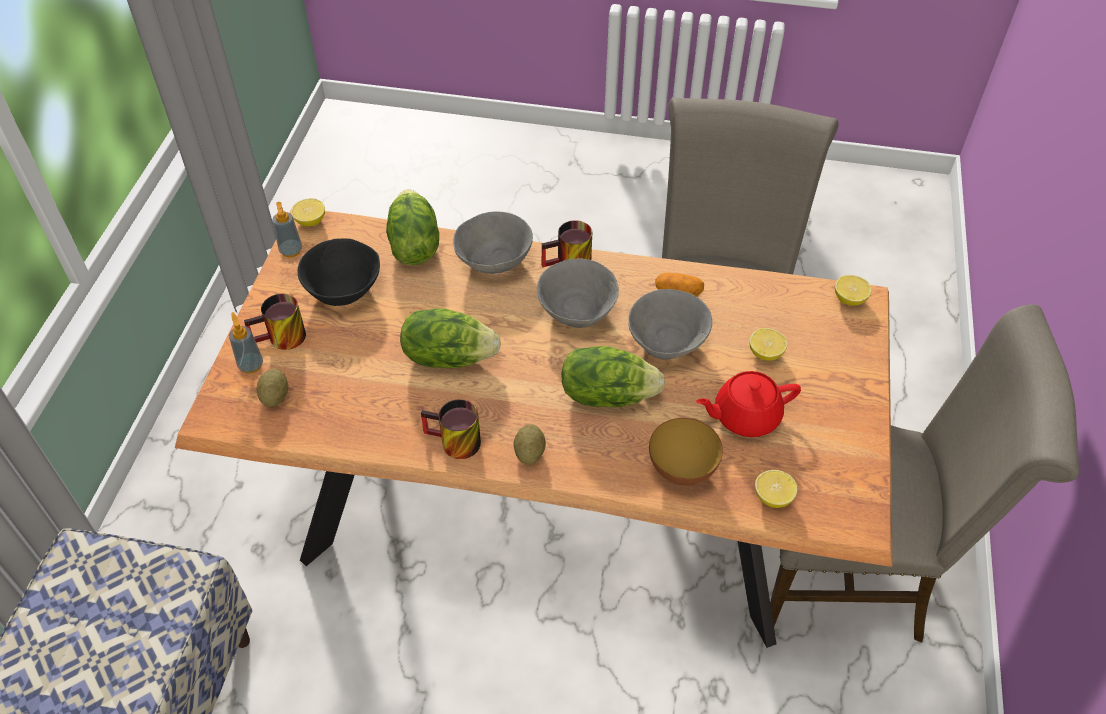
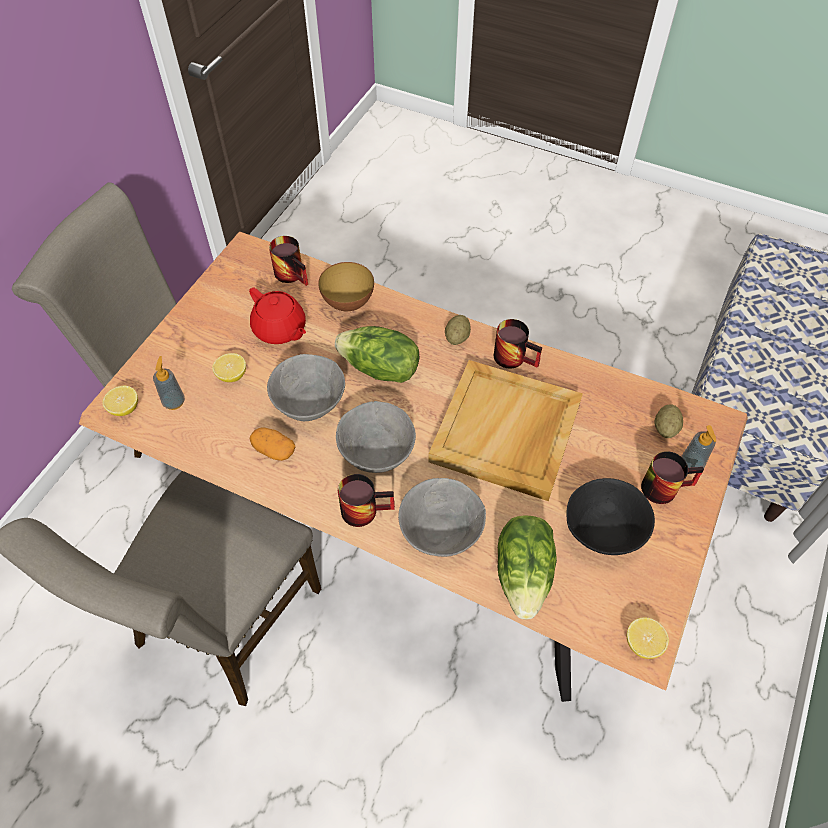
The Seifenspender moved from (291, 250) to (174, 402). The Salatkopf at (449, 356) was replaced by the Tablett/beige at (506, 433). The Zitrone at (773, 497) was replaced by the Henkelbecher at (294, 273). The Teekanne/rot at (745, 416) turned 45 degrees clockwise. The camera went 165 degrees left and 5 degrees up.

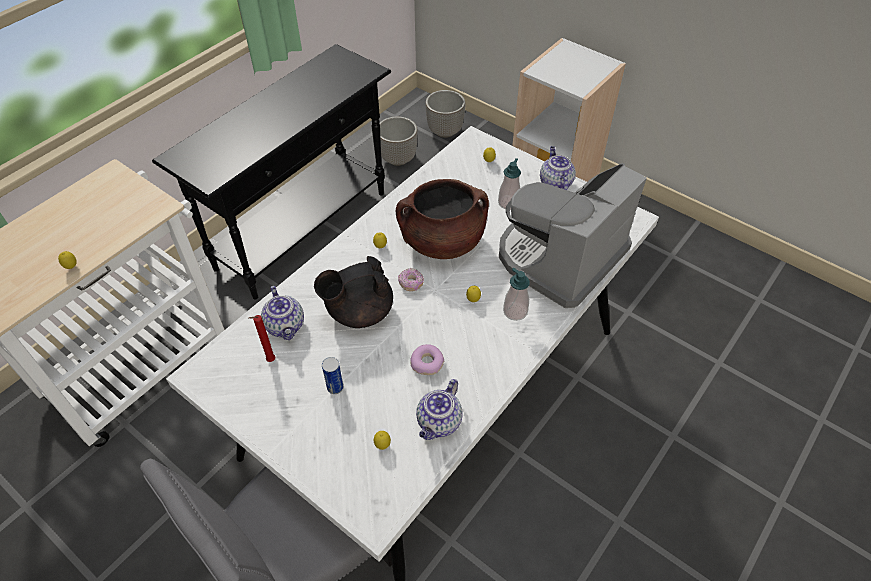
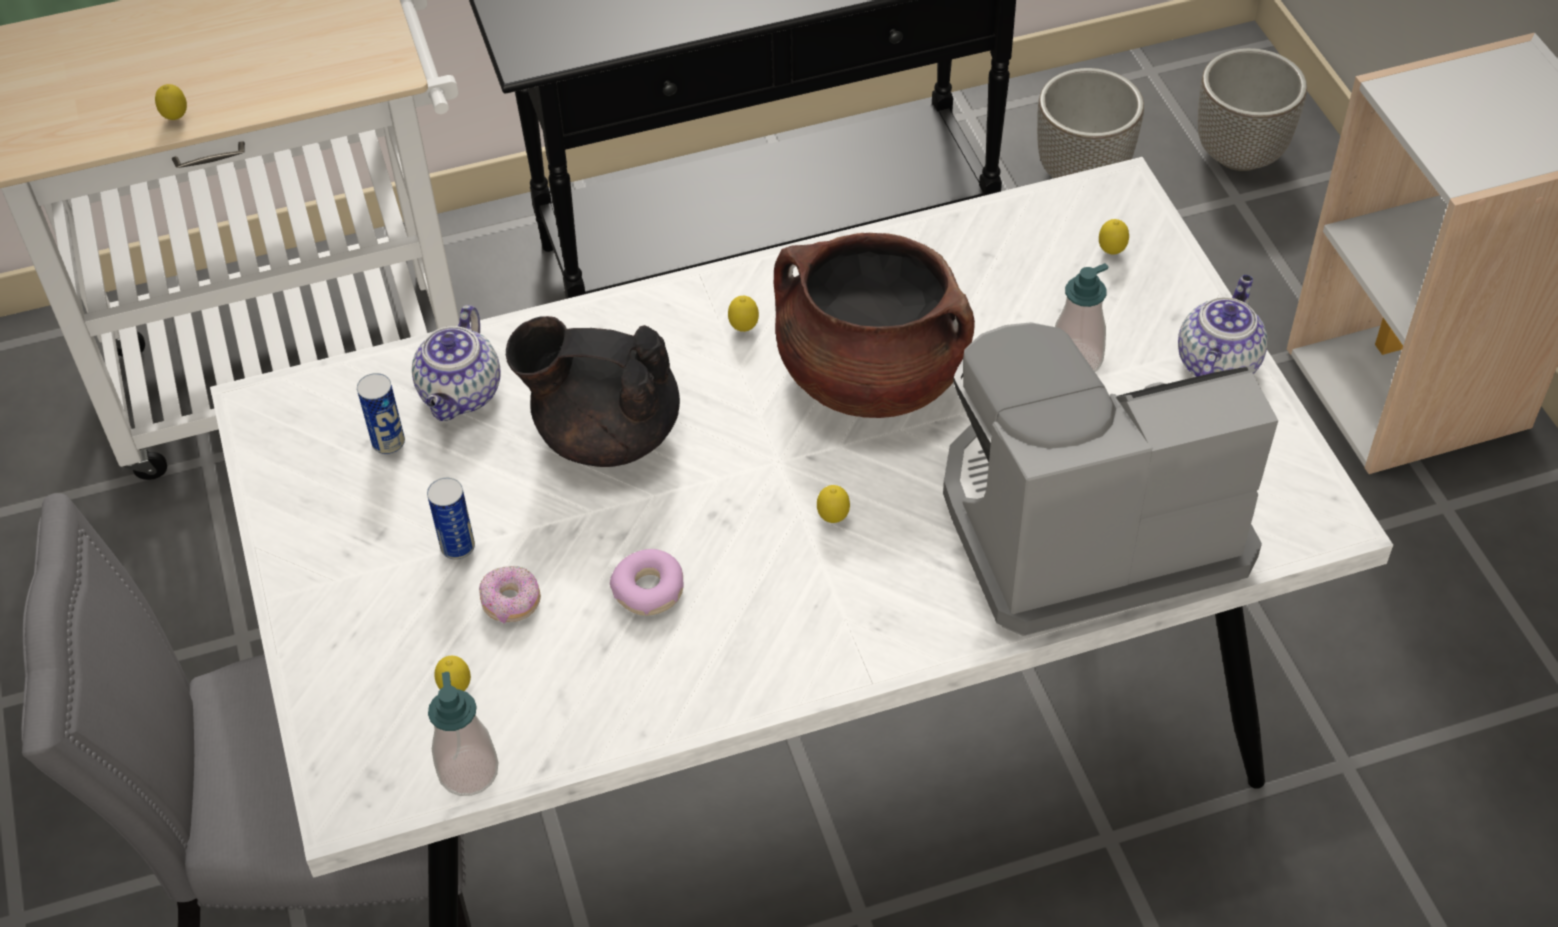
The Teekanne at (439, 423) disappeared. The Donut moved from (411, 283) to (511, 602). The Seifenspender moved from (515, 311) to (468, 771). The Kerze/rot at (269, 361) was replaced by the Dose at (388, 442). The camera went 35 degrees right and 0 degrees up.

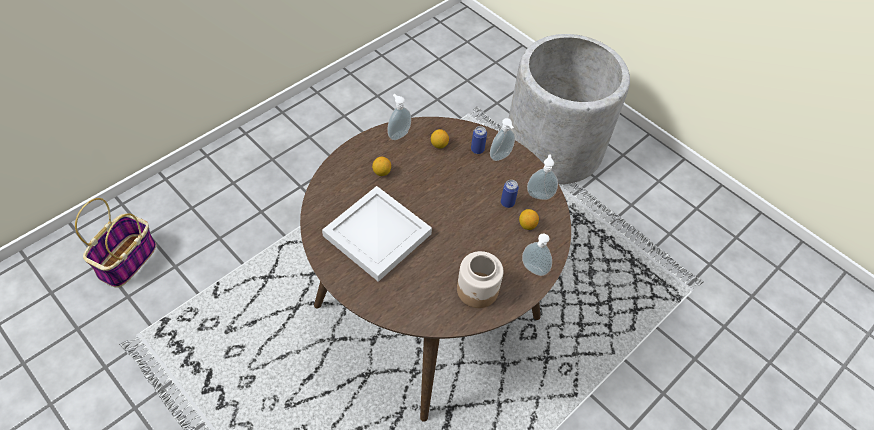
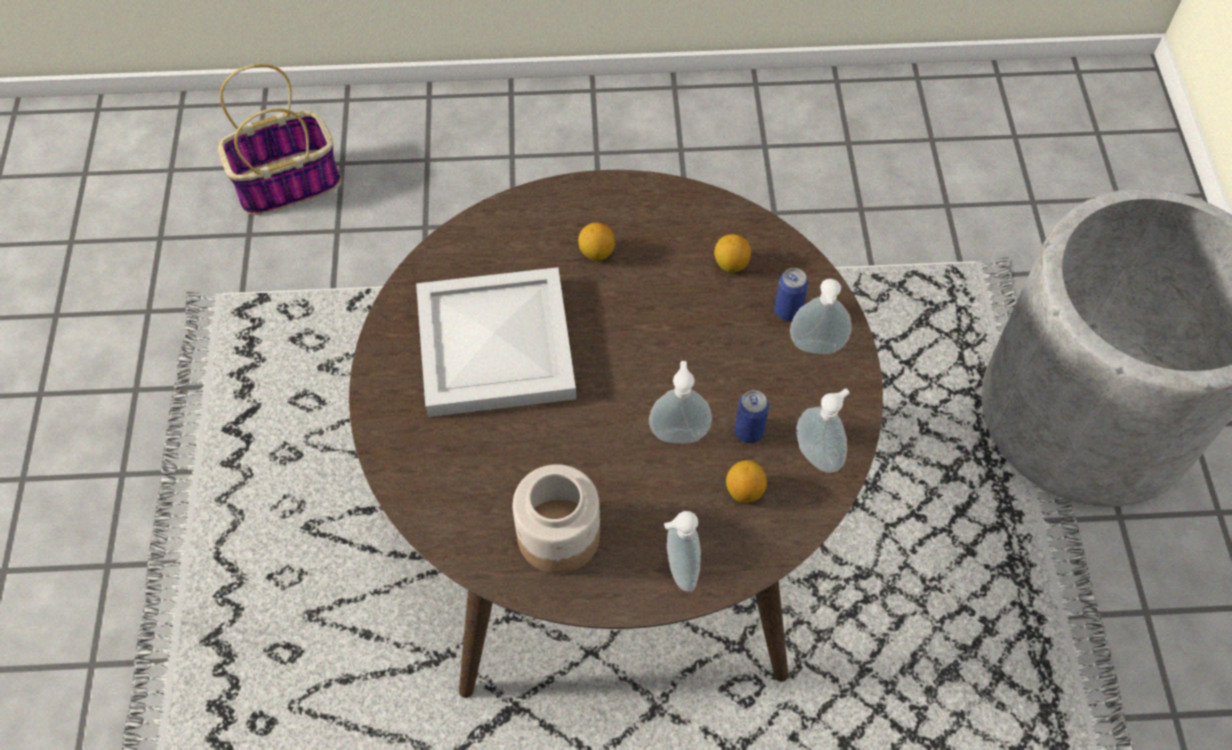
The Seifenspender moved from (398, 134) to (679, 433). The camera went 45 degrees right and 5 degrees up.

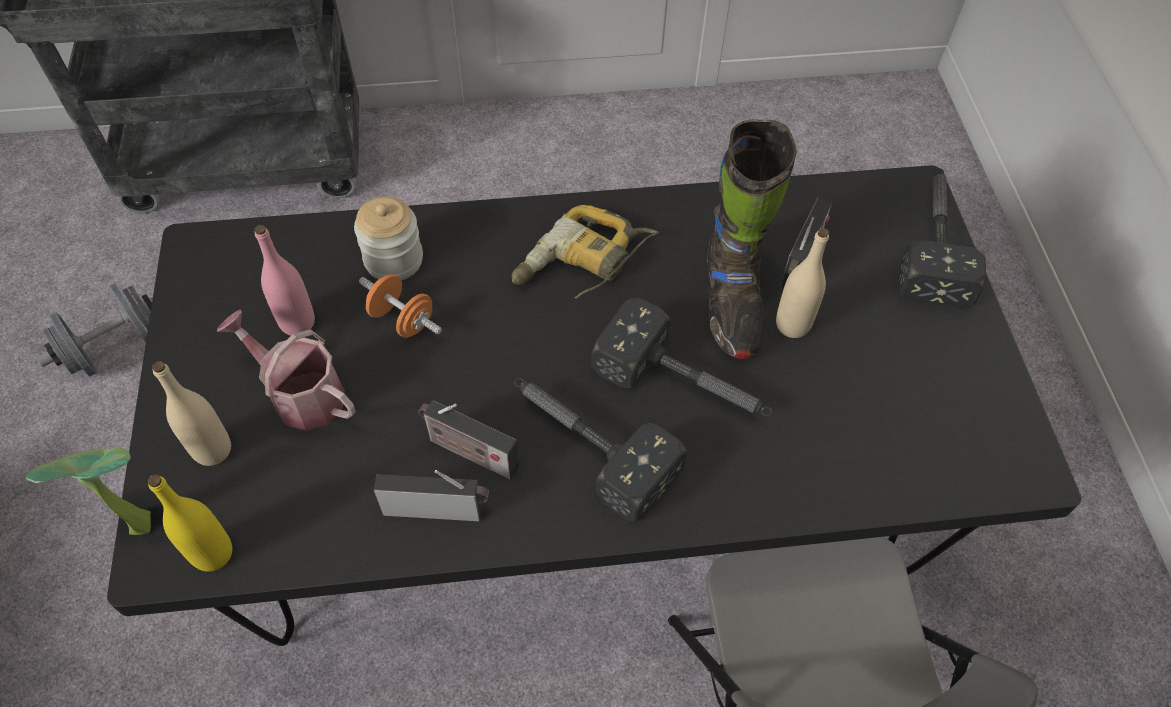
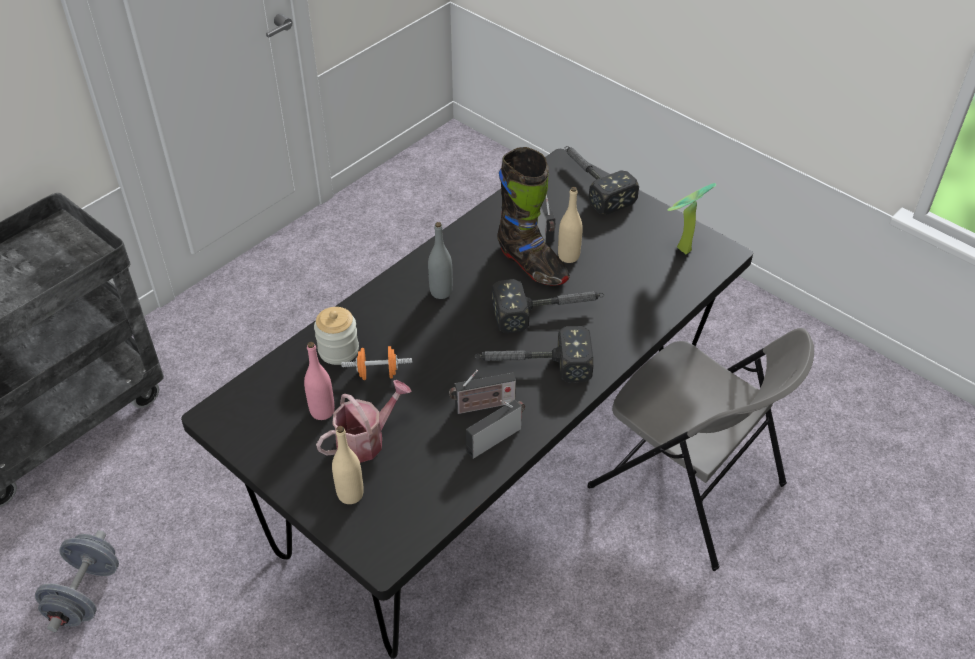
The Flasche/gelb at (212, 553) disappeared. The Topfpflanze moved from (137, 521) to (680, 250). The Bohrmaschine at (582, 265) was replaced by the Flasche/grau at (441, 292). The Gießkanne at (301, 394) turned 150 degrees clockwise. The camera went 40 degrees left and 10 degrees down.

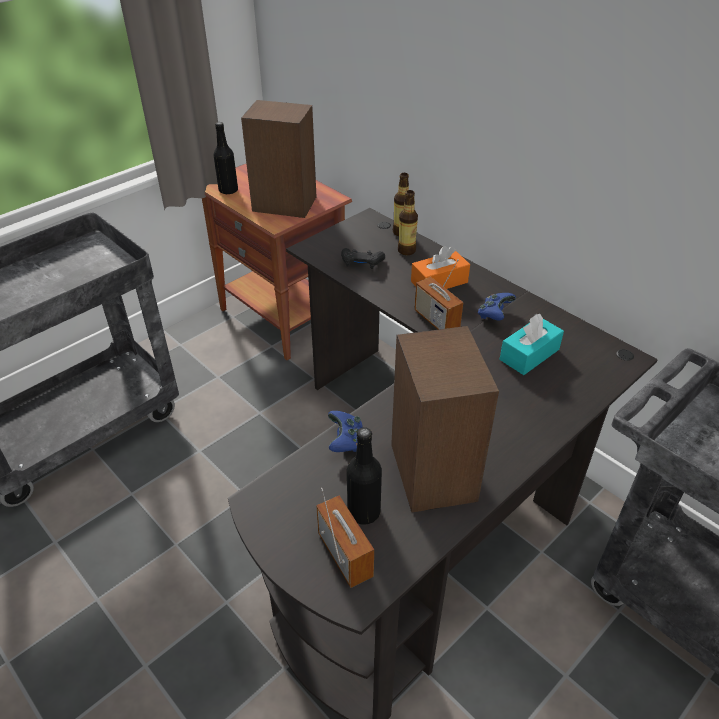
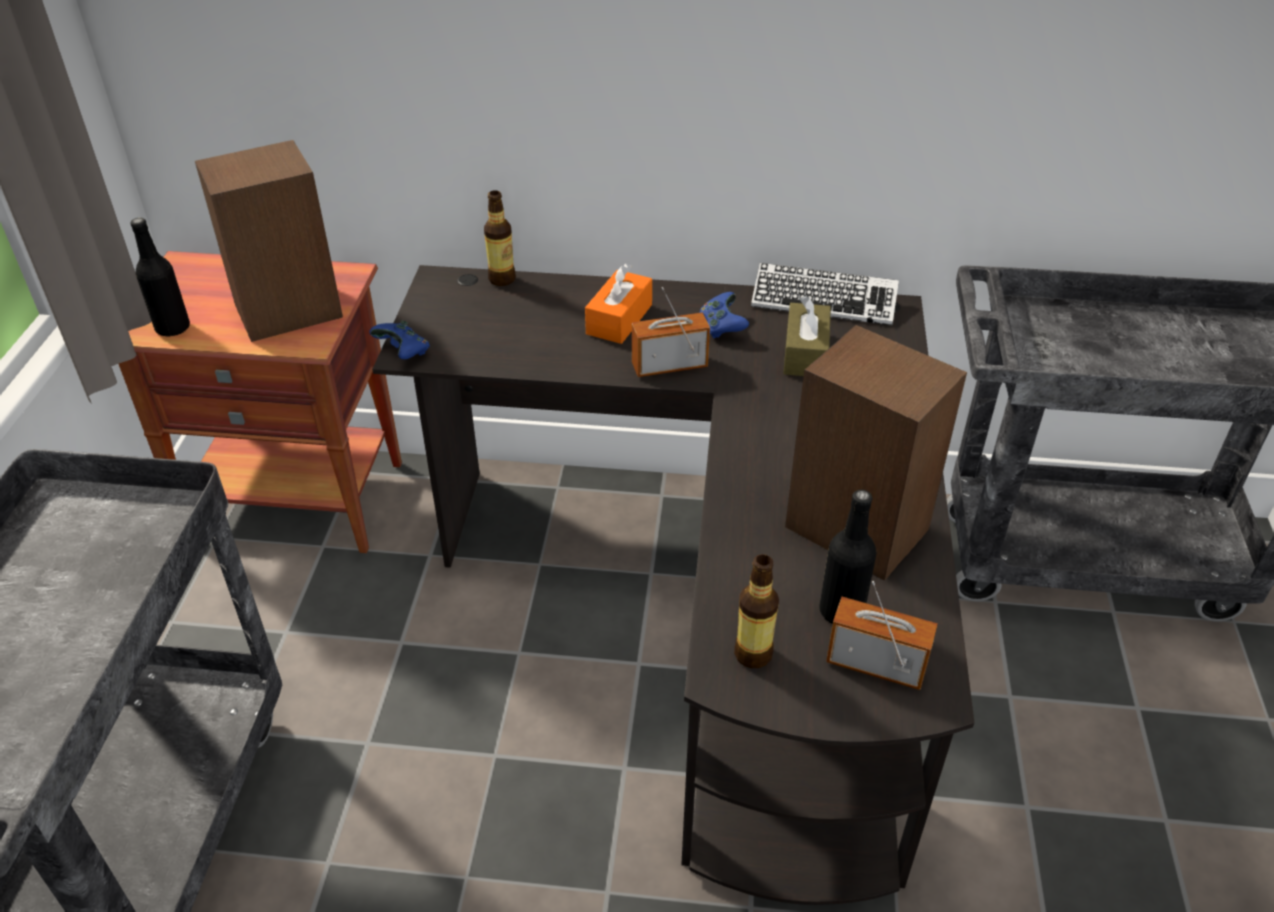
The Gamepad/schwarz at (361, 263) disappeared. The Tastatur at (823, 302) appeared. The Gamepad/blau moved from (346, 441) to (404, 352). The Flasche moved from (406, 250) to (753, 654). The Taschentuchbox/türkis at (529, 354) became the Taschentuchbox/braun at (805, 353). The Radio at (436, 320) turned 150 degrees clockwise. The camera went 40 degrees left and 0 degrees up.

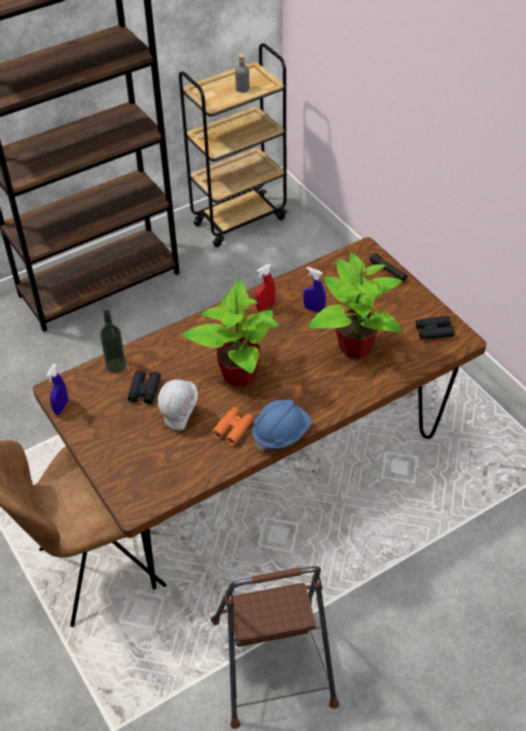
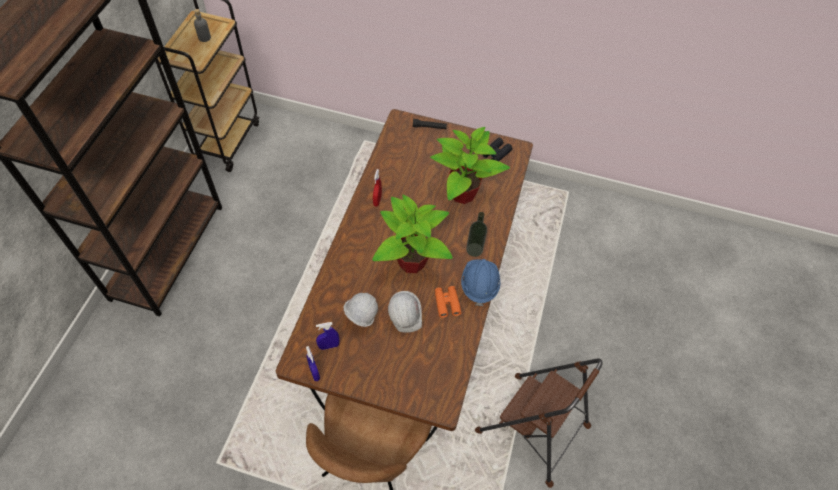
The Flasche moved from (116, 365) to (474, 249). The Sprühflasche/blau moved from (314, 309) to (329, 346). The Fernglas/schwarz at (144, 391) was replaced by the Schutzhelm/weiß at (360, 318). The camera went 45 degrees left and 10 degrees up.

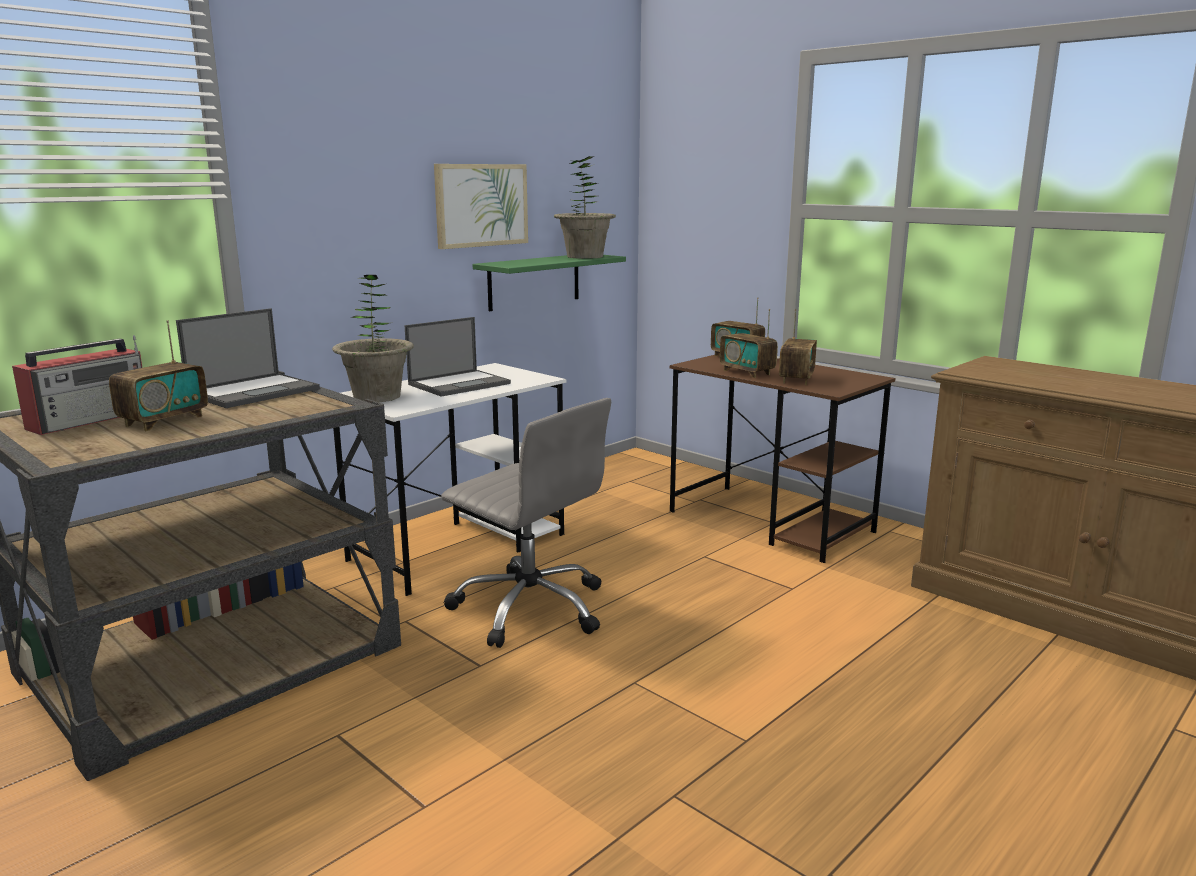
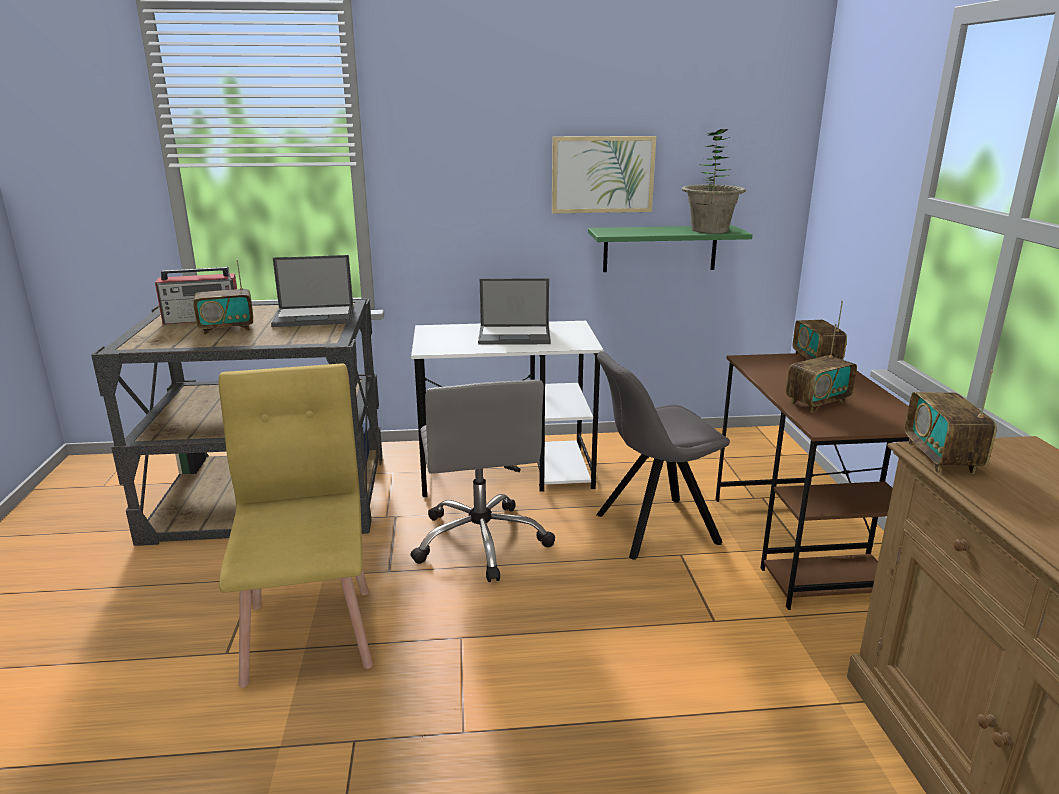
The Topfpflanze at (377, 397) disappeared. The Stuhl/gelb at (310, 633) appeared. The Stuhl/grau at (655, 528) appeared. The Radio moved from (747, 372) to (941, 458). The camera went 40 degrees right and 5 degrees up.

